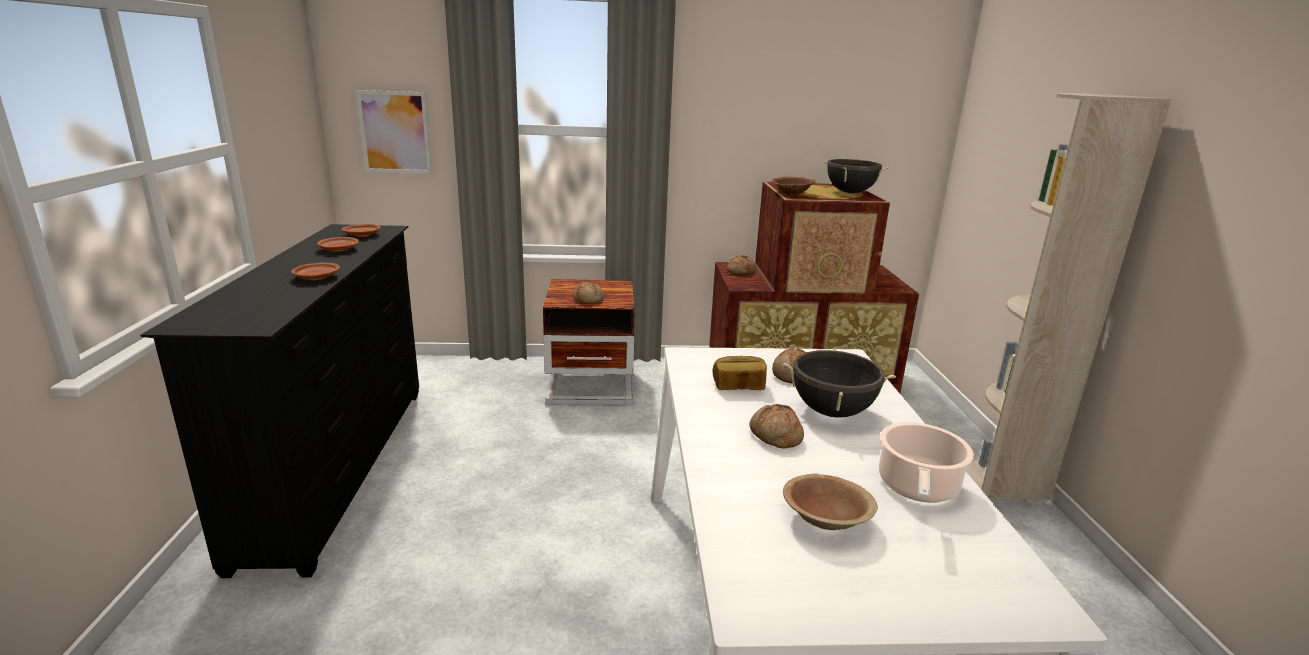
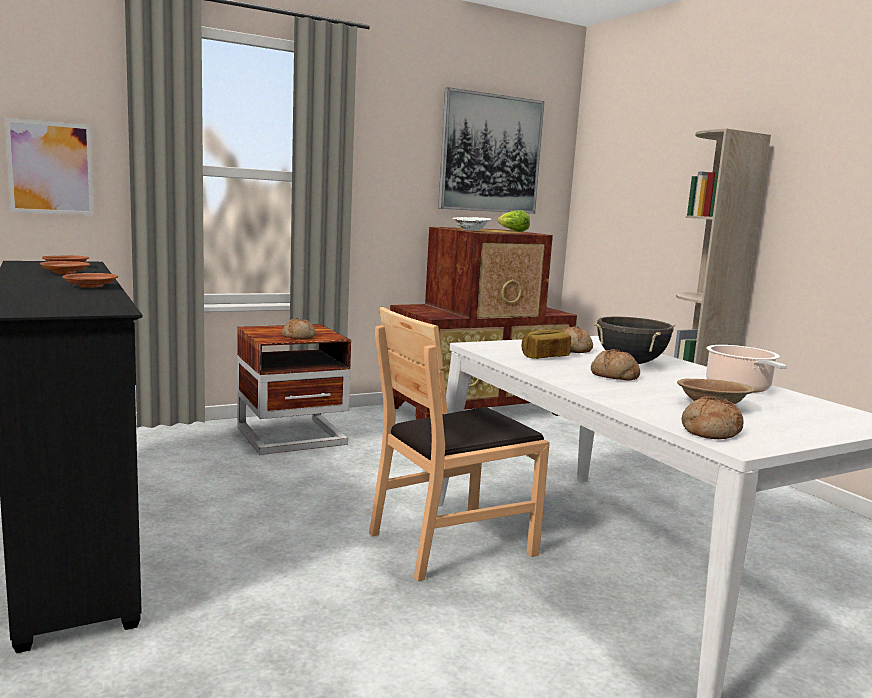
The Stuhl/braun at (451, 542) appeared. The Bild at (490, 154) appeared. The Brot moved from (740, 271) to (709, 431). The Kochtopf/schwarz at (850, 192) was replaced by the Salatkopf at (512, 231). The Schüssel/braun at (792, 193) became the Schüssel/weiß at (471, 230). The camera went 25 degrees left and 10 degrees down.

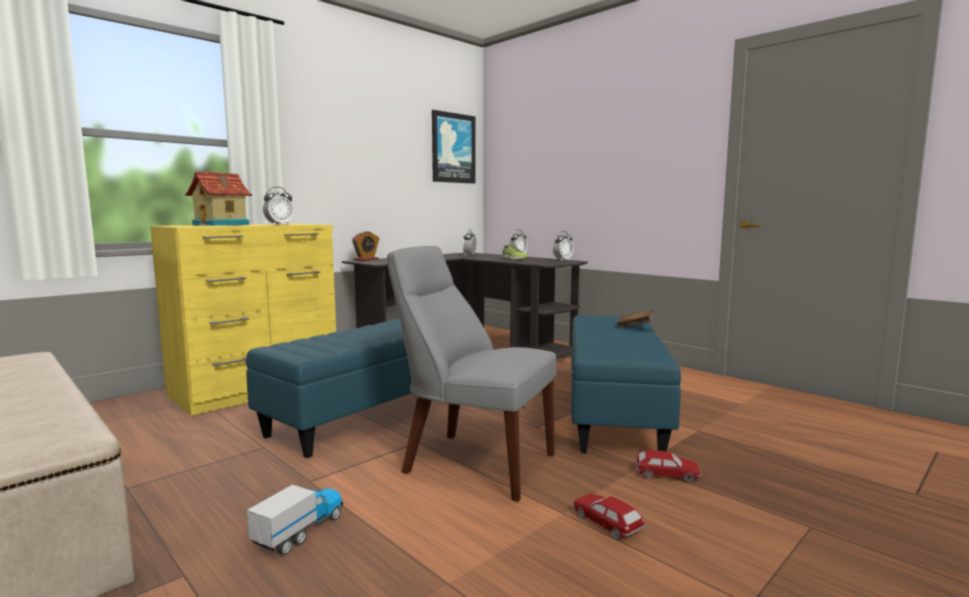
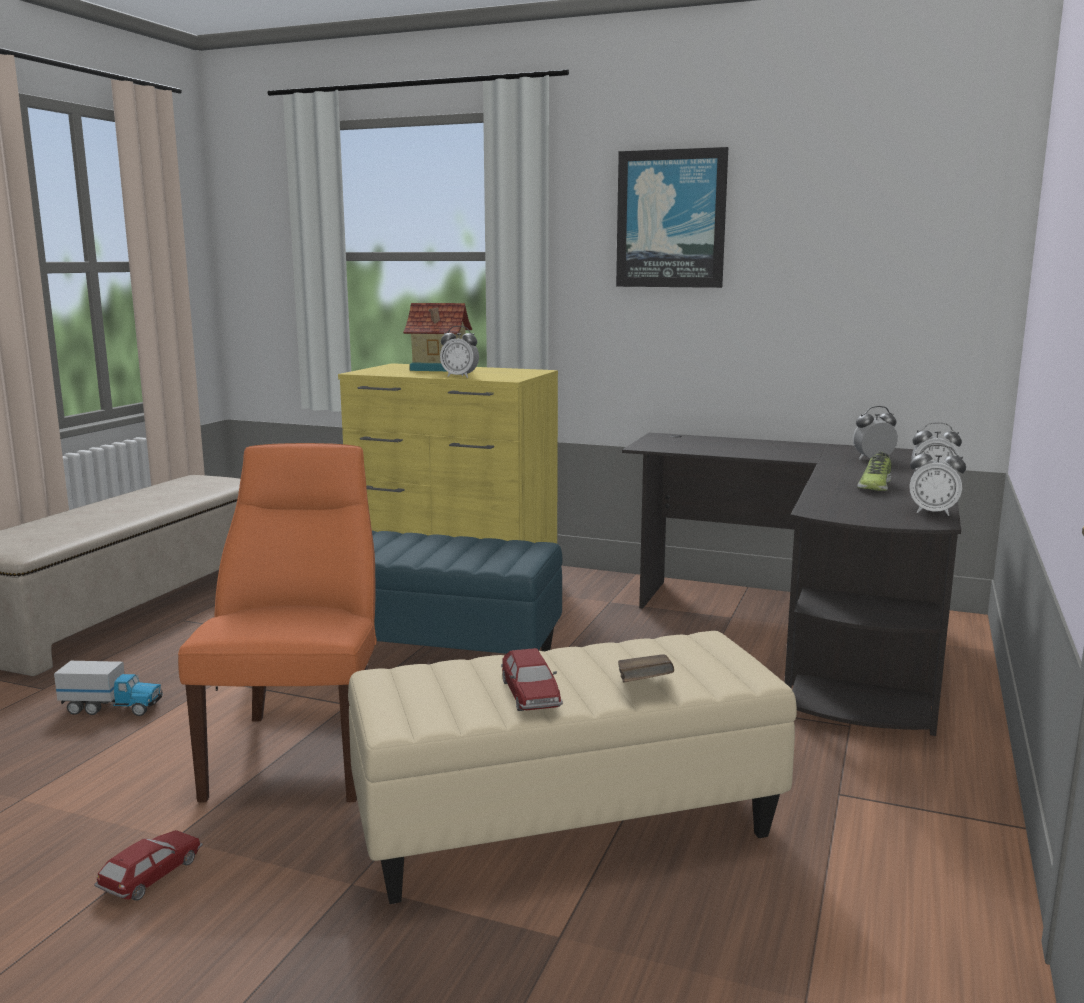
The Wecker at (366, 260) disappeared. The Bild moved from (453, 148) to (671, 219). The Spielzeugauto moved from (667, 474) to (531, 695). The Stuhl/grau at (473, 462) became the Stuhl/orange at (302, 751). The Polsterhocker/blau at (612, 415) became the Polsterhocker/beige at (566, 828). The camera went 65 degrees right and 5 degrees up.

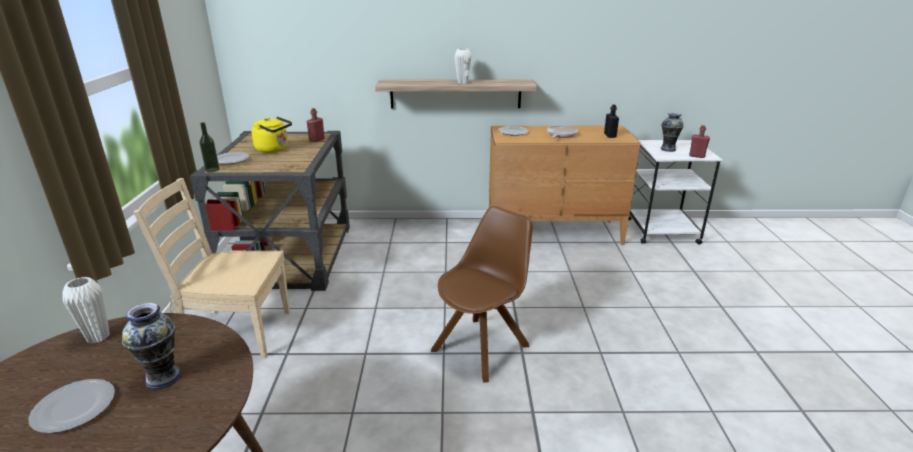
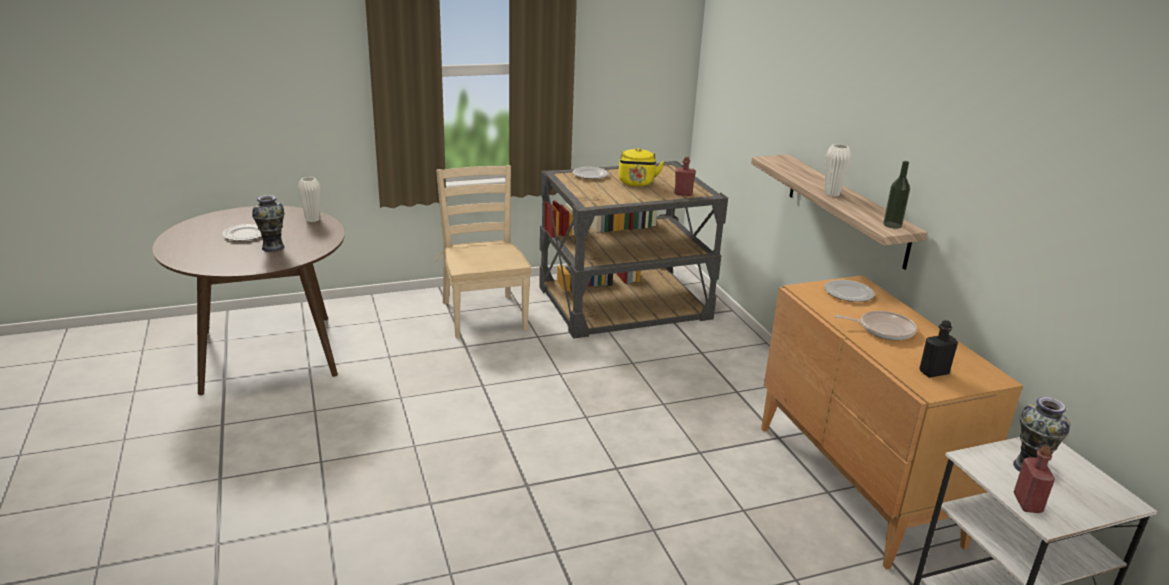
The Stuhl/braun at (482, 347) disappeared. The Flasche moved from (212, 170) to (892, 225). The camera went 70 degrees right and 0 degrees up.

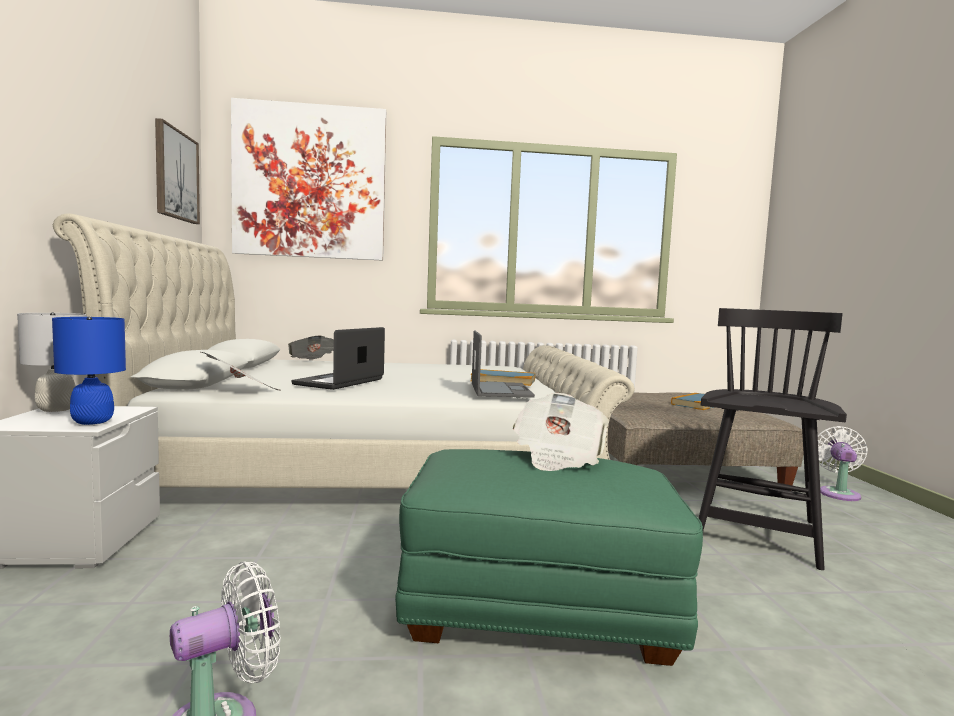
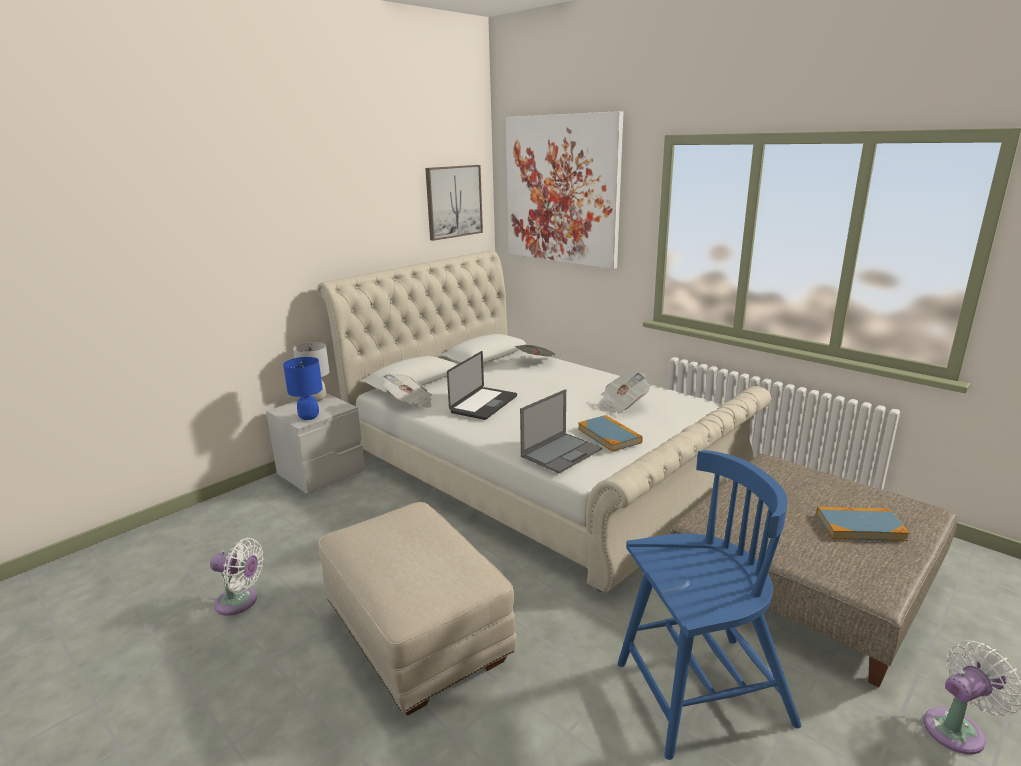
The Zeitung moved from (558, 457) to (620, 406). The Polsterhocker/grün at (537, 608) became the Polsterhocker/beige at (416, 635). The Stuhl/schwarz at (756, 532) became the Stuhl/blau at (700, 694). The Laptop at (339, 382) turned 135 degrees clockwise. The camera went 50 degrees right and 15 degrees up.

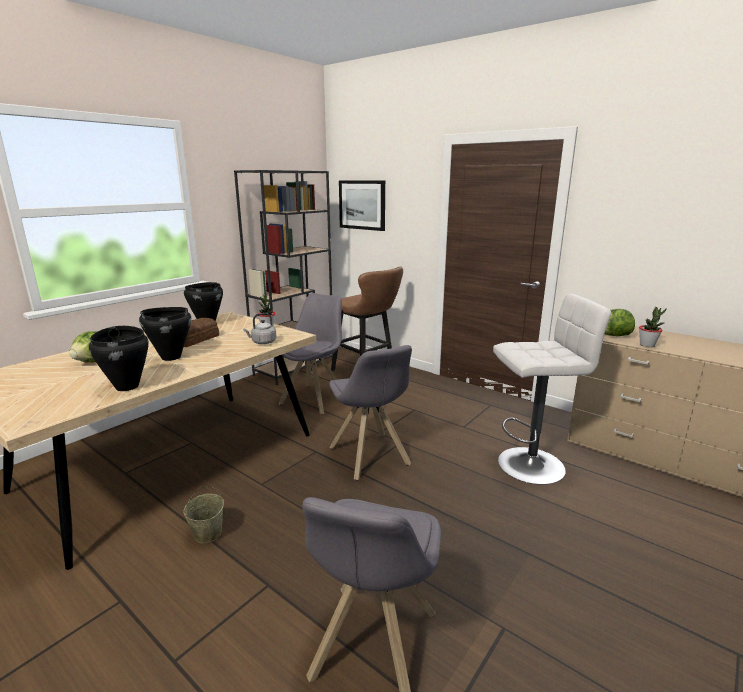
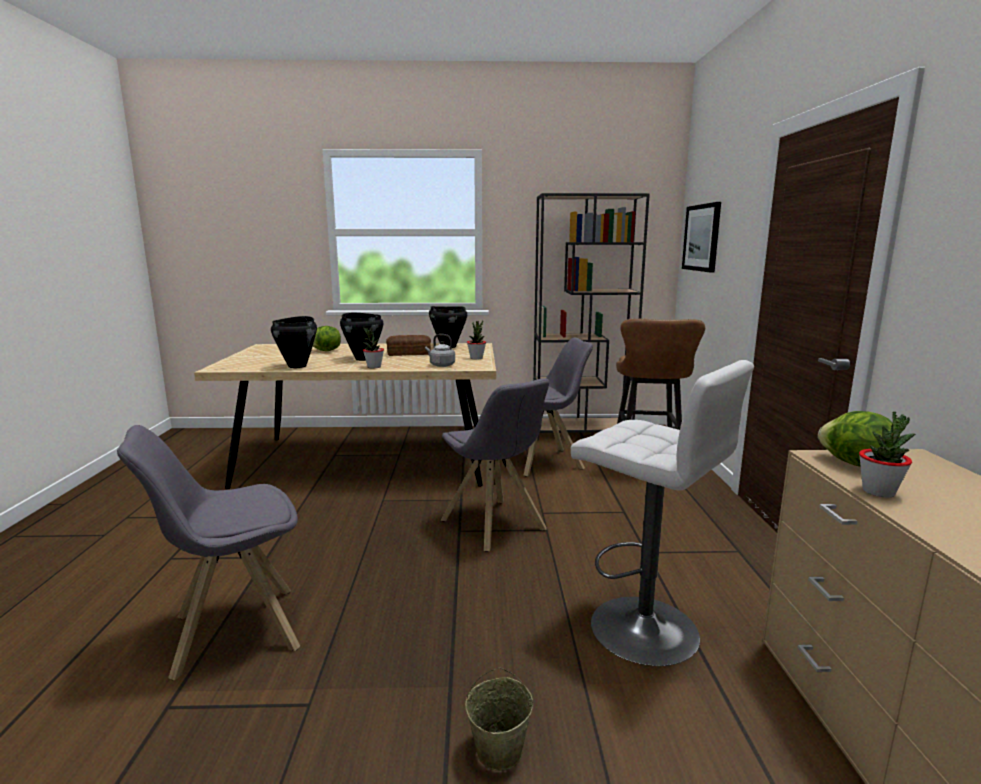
The Topfpflanze at (374, 367) appeared. The Eimer/beige moved from (207, 533) to (499, 749). The Stuhl/grau at (370, 456) turned 60 degrees counterclockwise. The camera went 50 degrees right and 5 degrees down.

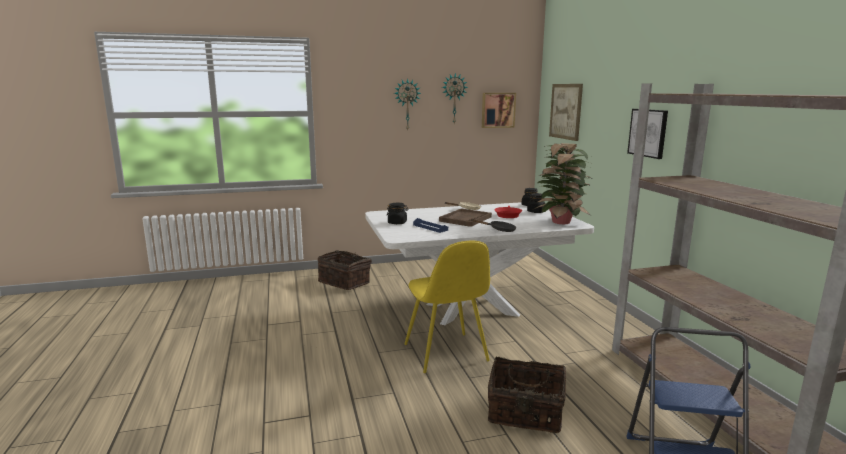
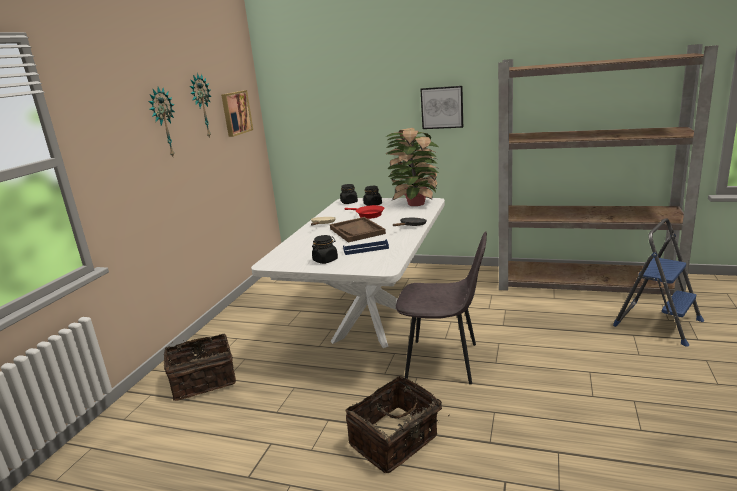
The Bild at (565, 111) disappeared. The Korb moved from (525, 413) to (396, 442). The Stuhl/gelb at (446, 353) became the Stuhl/grau at (444, 361). The camera went 55 degrees left and 5 degrees up.

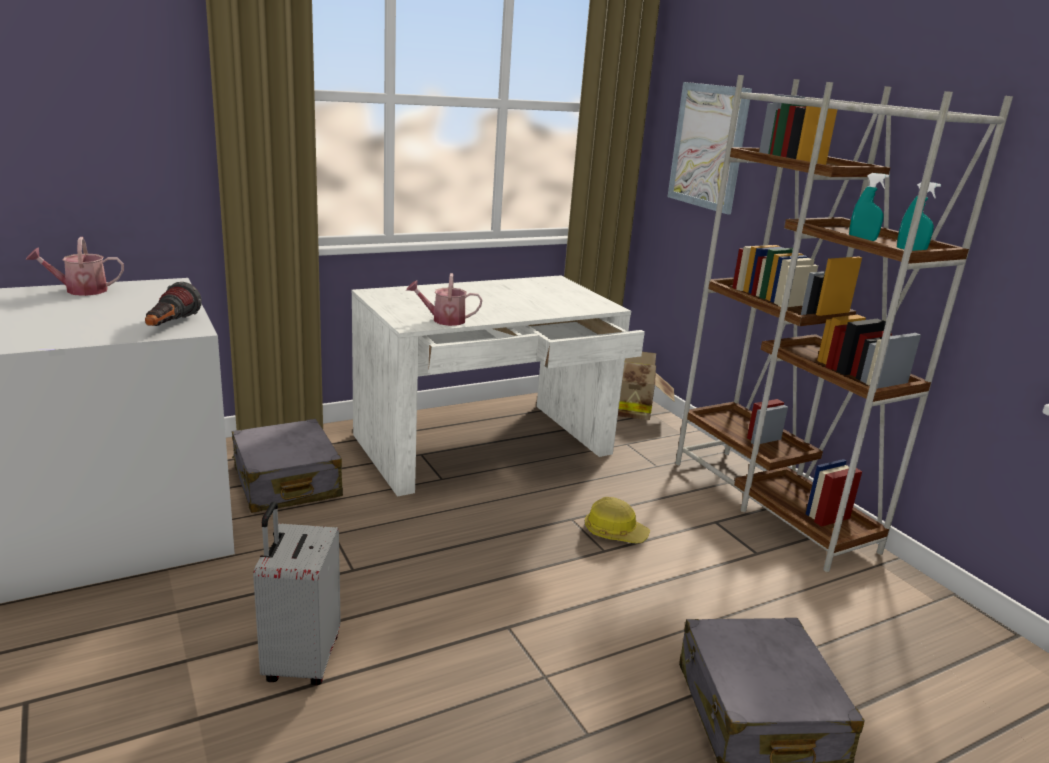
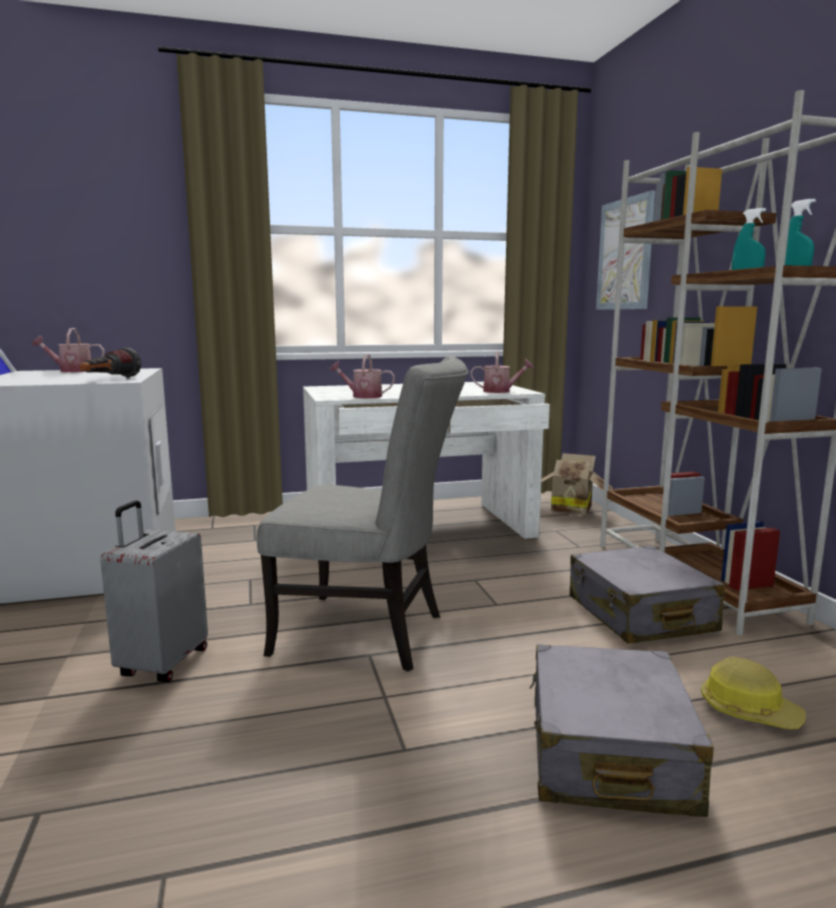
The Stuhl/grau at (370, 633) appeared. The Gießkanne at (501, 391) appeared. The Koffer/grau moved from (287, 483) to (639, 614). The Schutzhelm moved from (615, 532) to (748, 710). The camera went 15 degrees right and 10 degrees down.

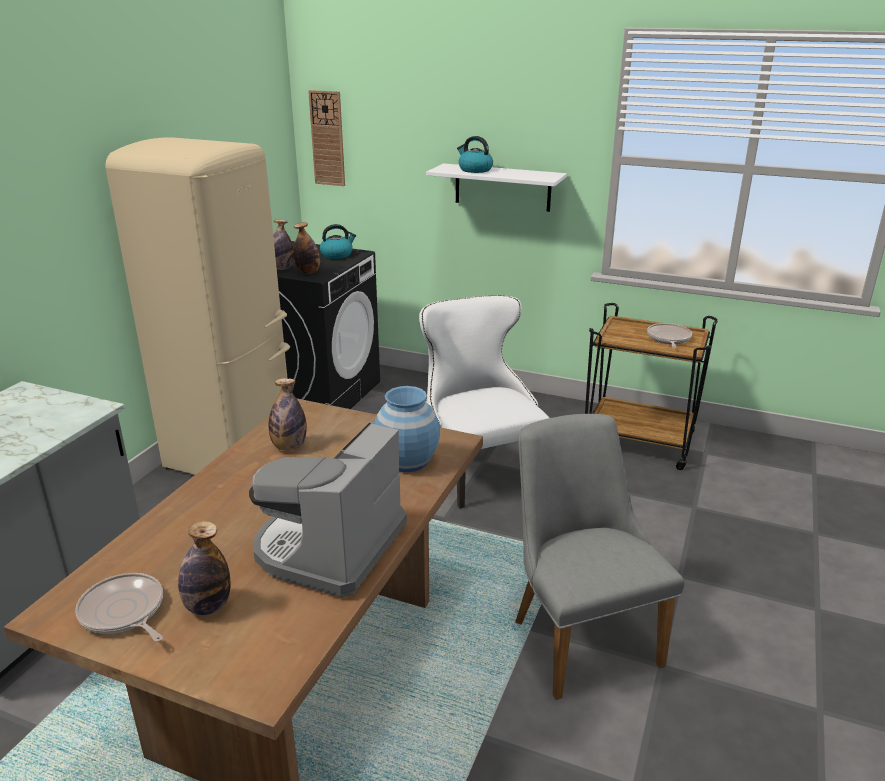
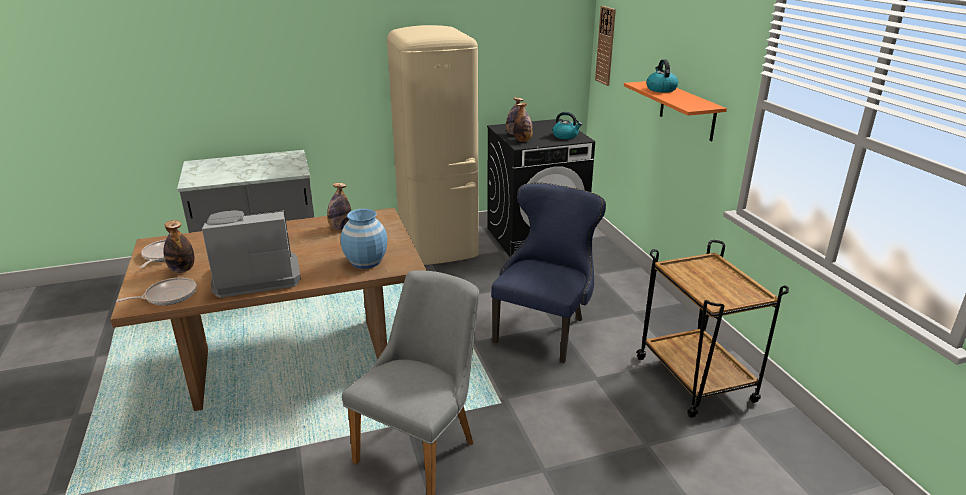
The Pfanne moved from (668, 338) to (168, 296). The Stuhl/weiß at (479, 471) became the Stuhl/blau at (544, 330). The Wandregal/weiß at (502, 187) became the Wandregal/orange at (687, 110). The camera went 50 degrees right and 0 degrees up.

